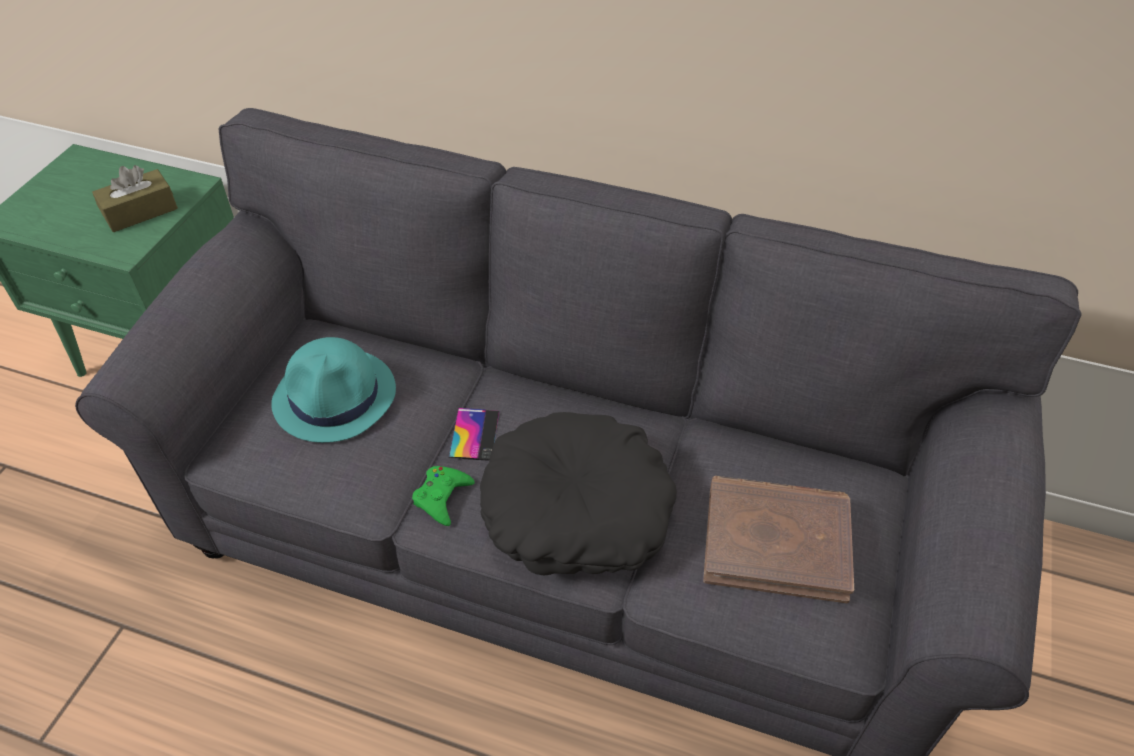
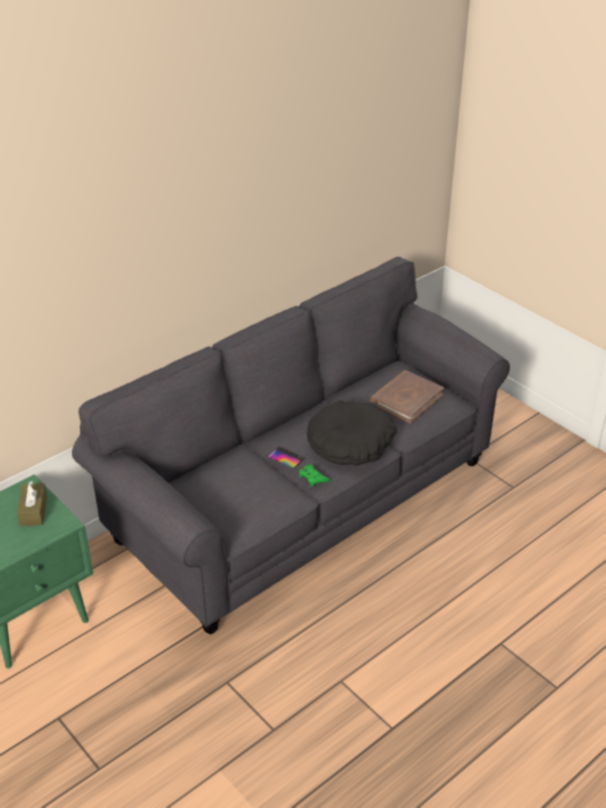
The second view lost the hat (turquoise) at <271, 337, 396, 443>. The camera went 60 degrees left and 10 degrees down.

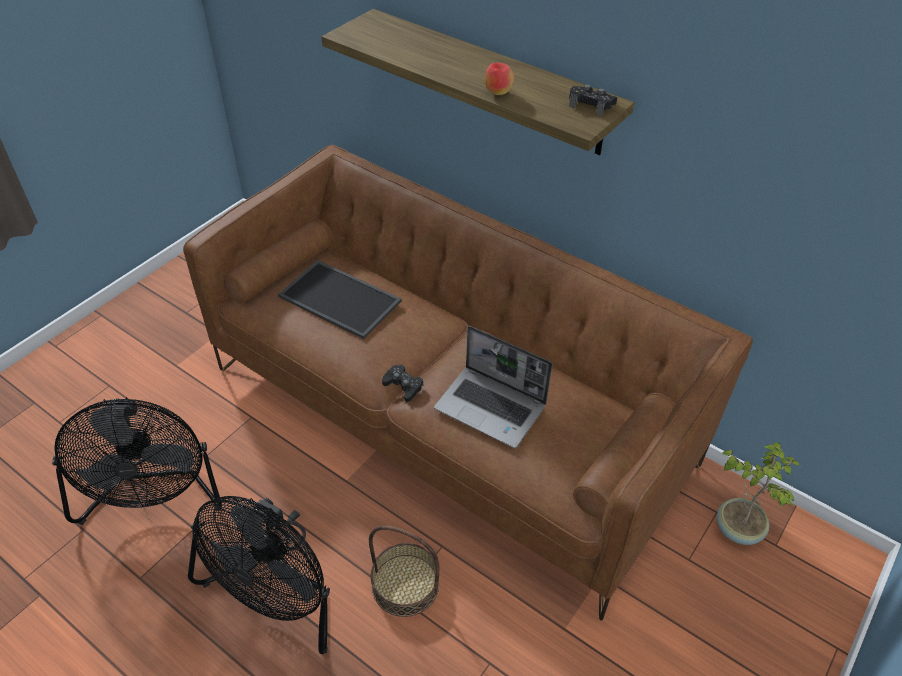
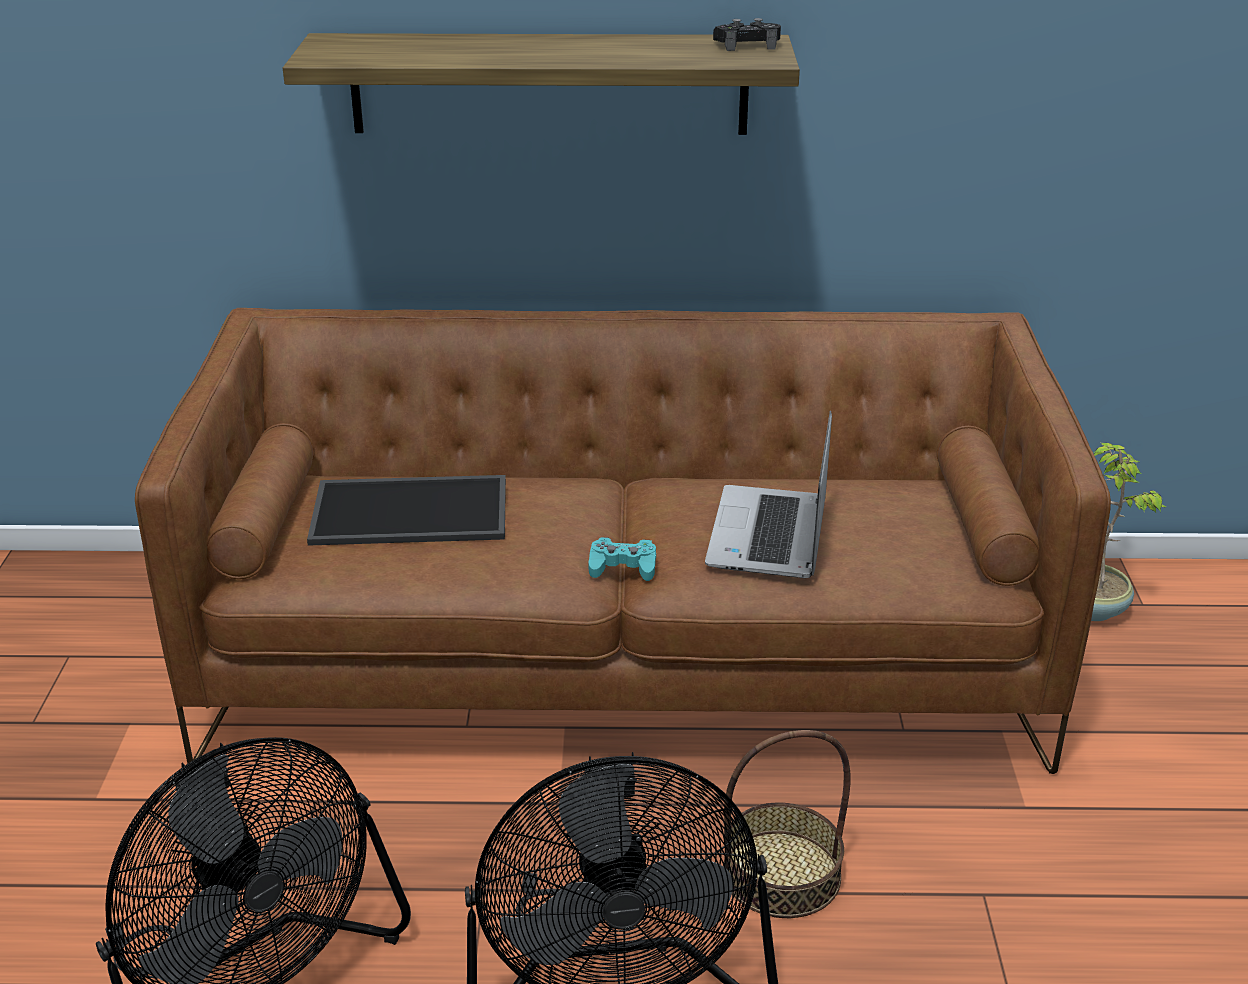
What was the gamepad (blackish) at <382, 364, 423, 402> turned into the gamepad (turquoise) at <589, 537, 656, 581>. The notebook computer at <434, 326, 552, 448> ended up facing another way, 105 degrees clockwise from before. The second view lost the apple at <485, 63, 514, 95>. The camera went 35 degrees left and 15 degrees down.

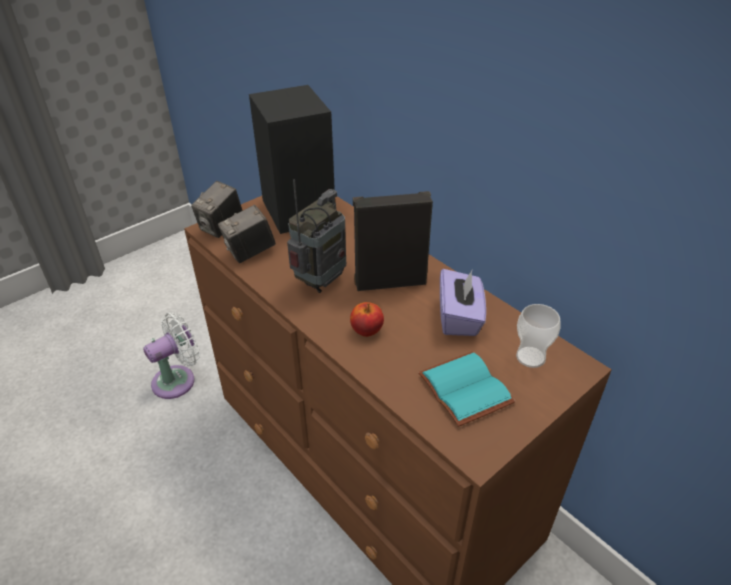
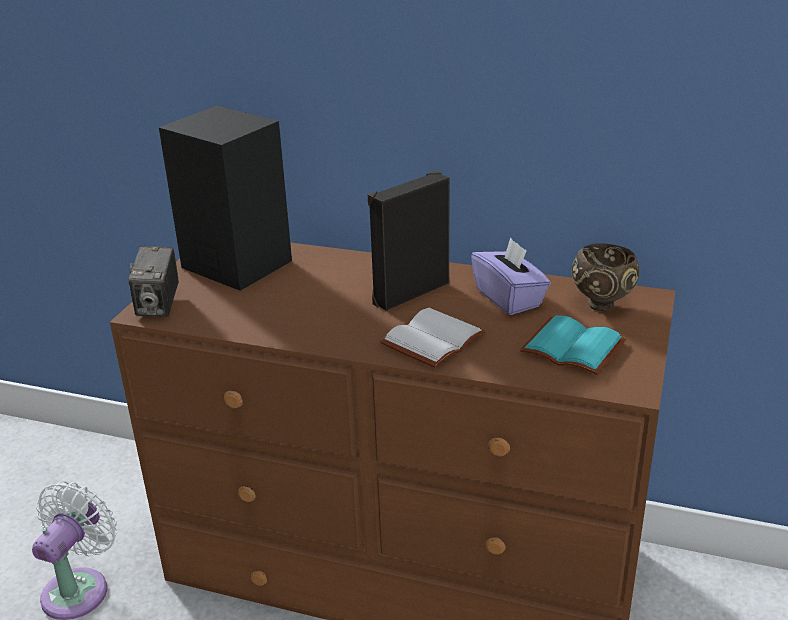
Where the apple stood at <350, 302, 384, 337>, the bound book (white-coloured) came to stand at <380, 308, 486, 368>. Where the drinking cup stood at <516, 304, 561, 368>, the bowl (brown-coloured) came to stand at <572, 243, 640, 311>. The second view lost the still camera at <218, 205, 276, 263>. The second view lost the radio set at <287, 179, 346, 293>. The camera went 30 degrees left and 10 degrees down.

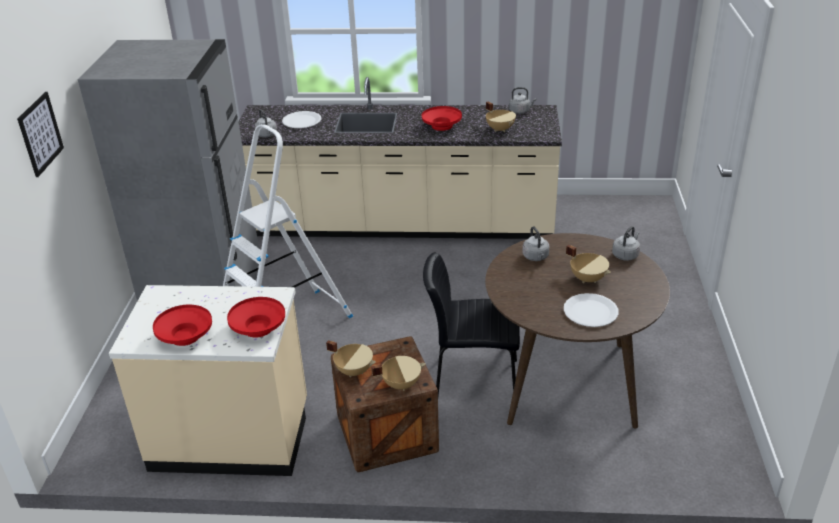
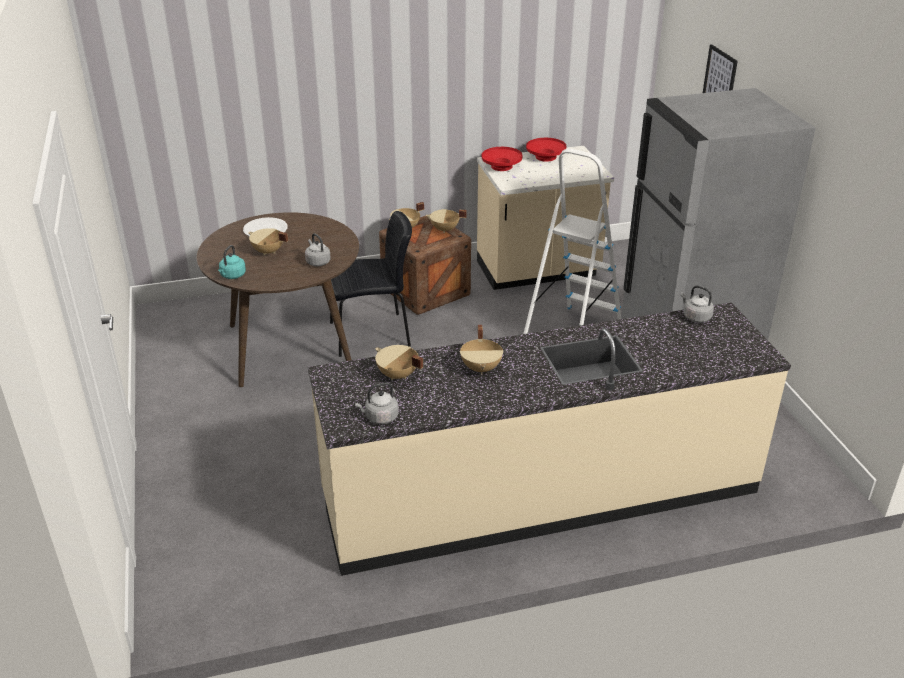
What was the kettle (gray) at <612, 226, 640, 261> turned into the kettle (turquoise) at <218, 245, 246, 279>. Where the bowl (reddish) stood at <422, 106, 462, 131>, the saucepot (beige) came to stand at <460, 325, 503, 374>. The second view lost the flat dish (white-coloured) at <282, 111, 321, 128>. The camera went 160 degrees right and 0 degrees up.

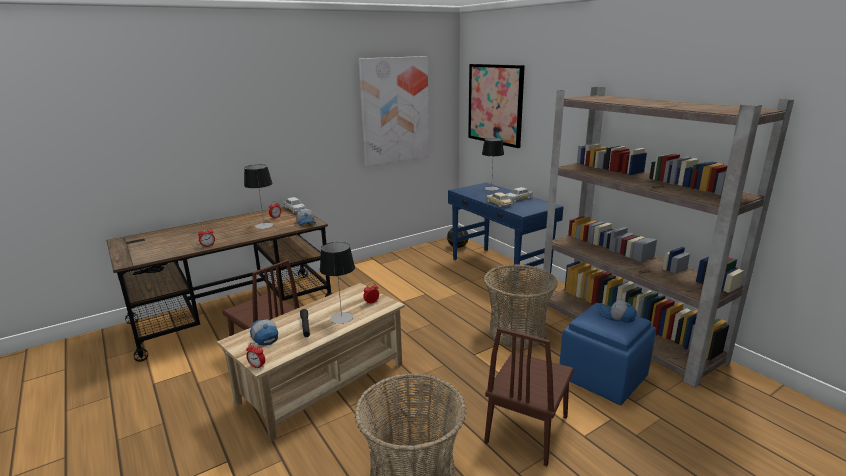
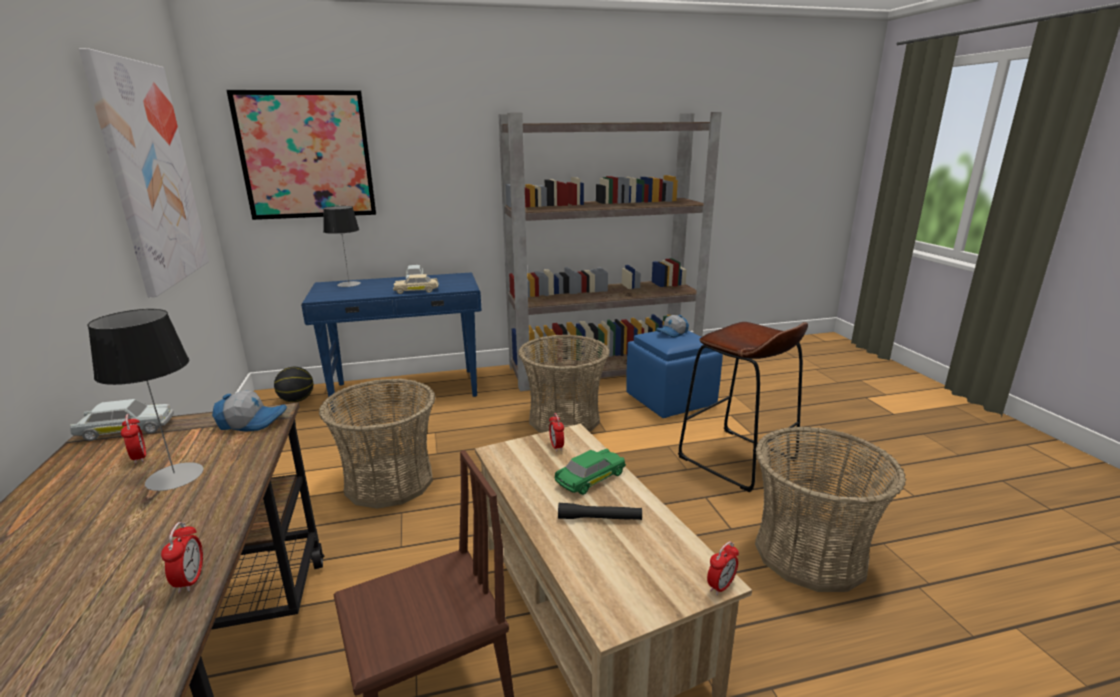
The second view gained the basket at <319, 378, 435, 509>. Where the table lamp stood at <320, 242, 355, 324>, the miniature car (green-coloured) came to stand at <555, 449, 626, 495>. Where the chair (brown-coloured) stood at <484, 327, 574, 466>, the stool seat (brown-coloured) came to stand at <678, 322, 808, 493>. The second view lost the baseball cap at <250, 320, 278, 345>. The camera went 70 degrees left and 0 degrees up.

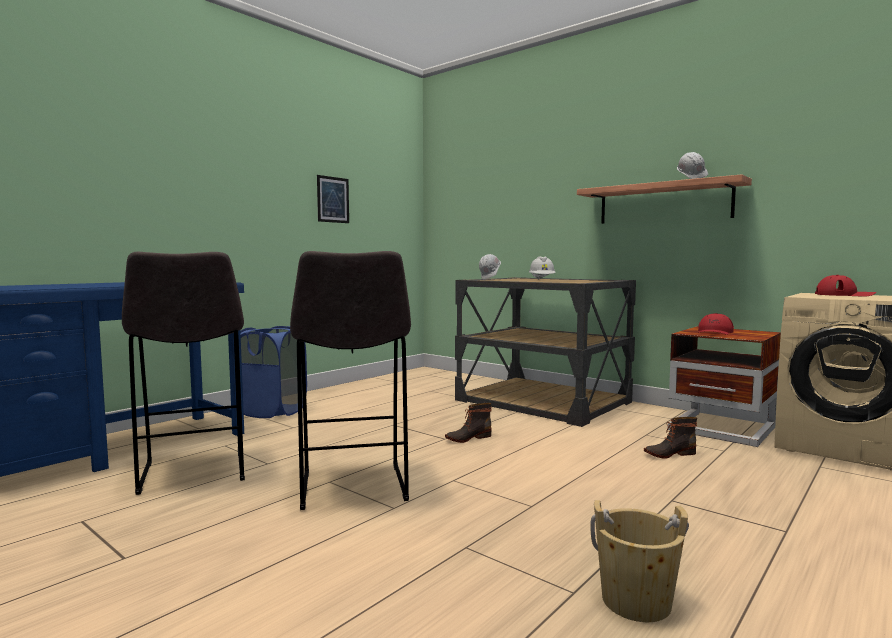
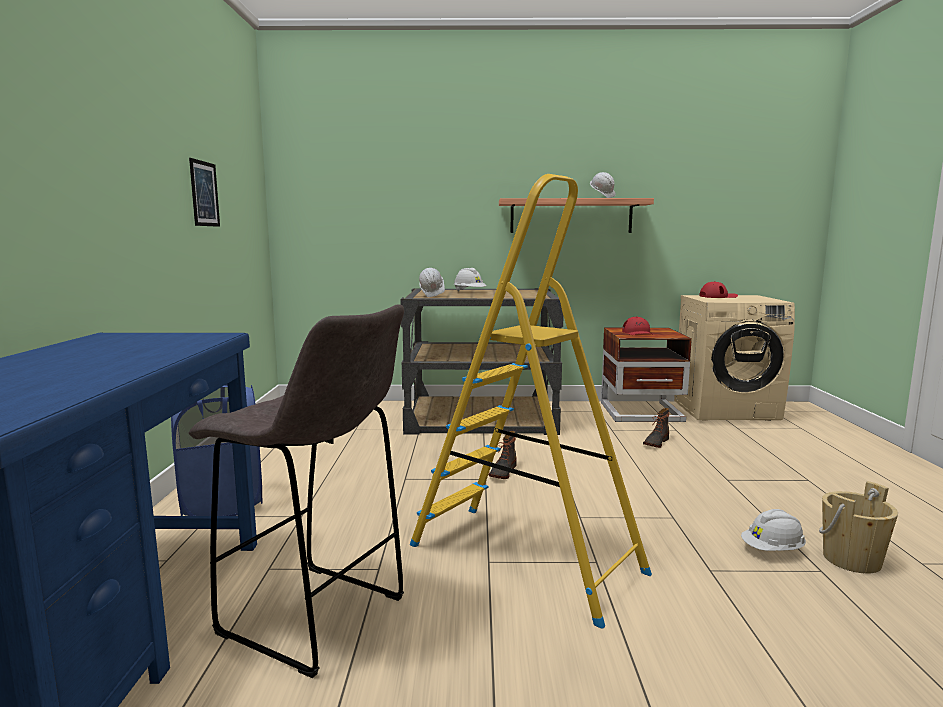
Where the stool seat (gray) stood at <290, 251, 411, 510>, the step ladder (yellowish) came to stand at <410, 174, 652, 629>. The second view gained the work helmet (white-coloured) at <741, 509, 806, 551>. The camera went 40 degrees left and 5 degrees up.

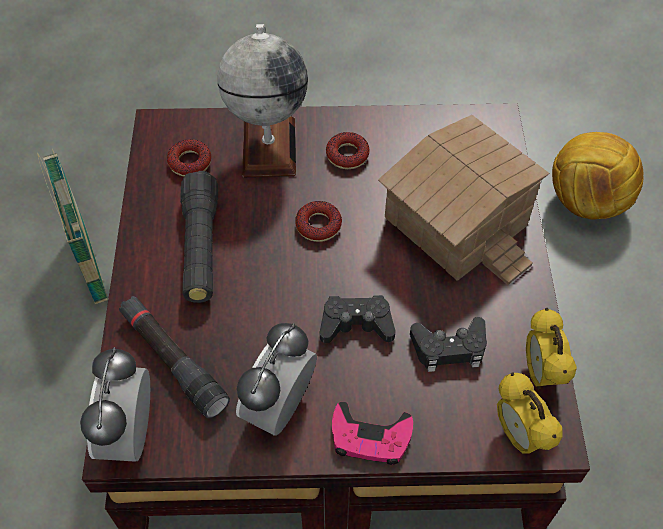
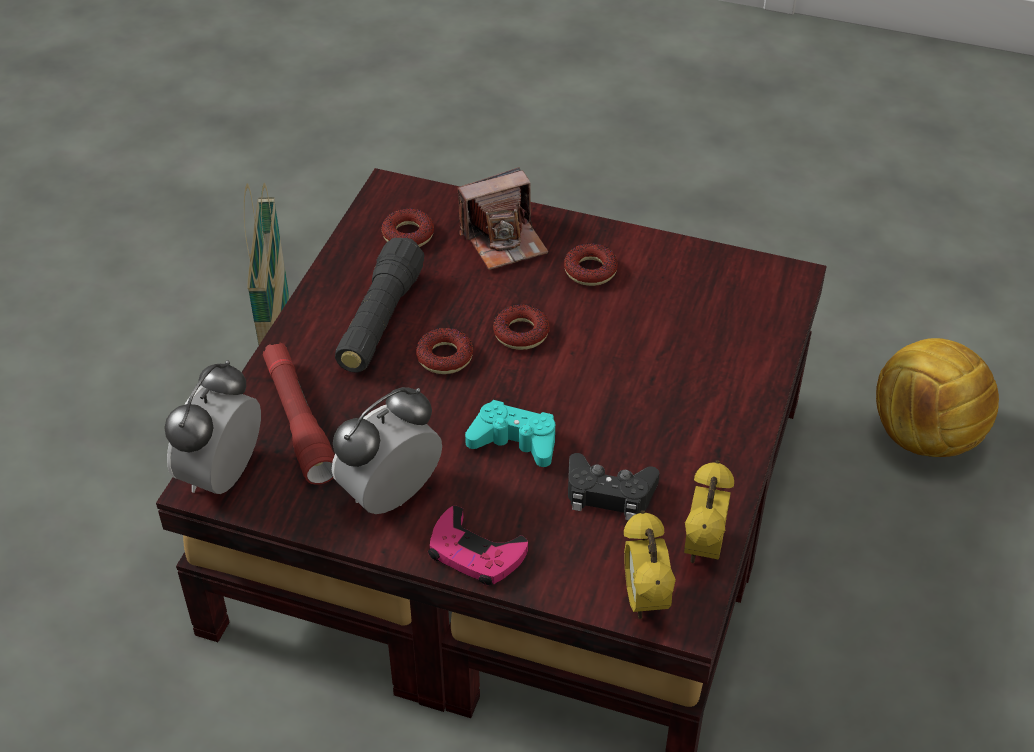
What was the torch (blackish) at <119, 296, 230, 419> turned into the torch (reddish) at <263, 343, 335, 485>. The second view gained the ring doughnut at <416, 328, 473, 374>. Where the desk globe stood at <218, 24, 308, 177>, the still camera came to stand at <458, 167, 549, 270>. What was the gamepad (blackish) at <320, 295, 396, 343> turned into the gamepad (turquoise) at <465, 400, 555, 467>. The second view lost the model house at <378, 115, 549, 285>. The camera went 20 degrees right and 10 degrees down.

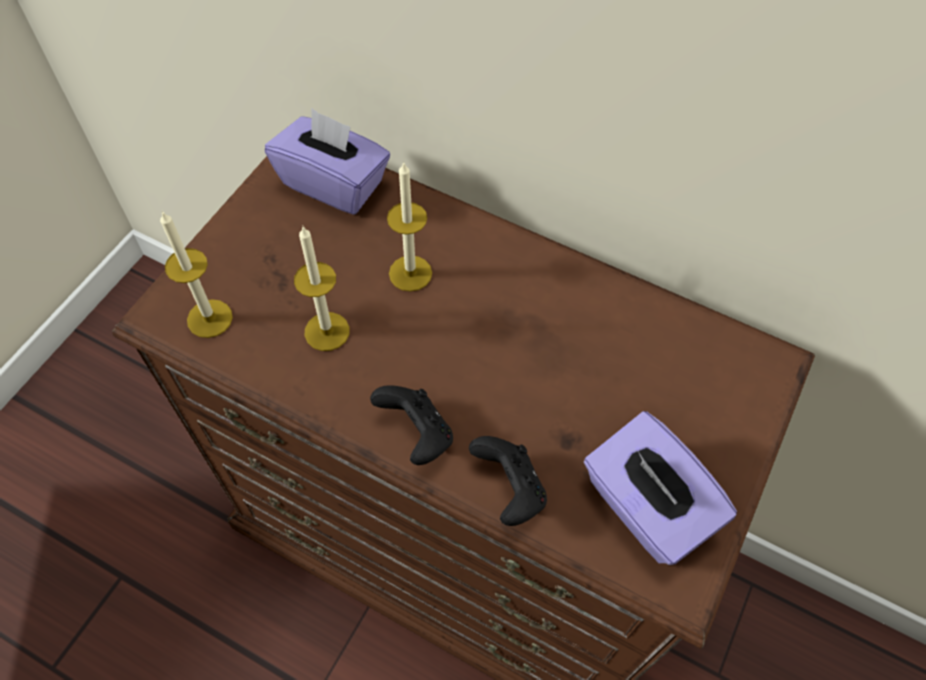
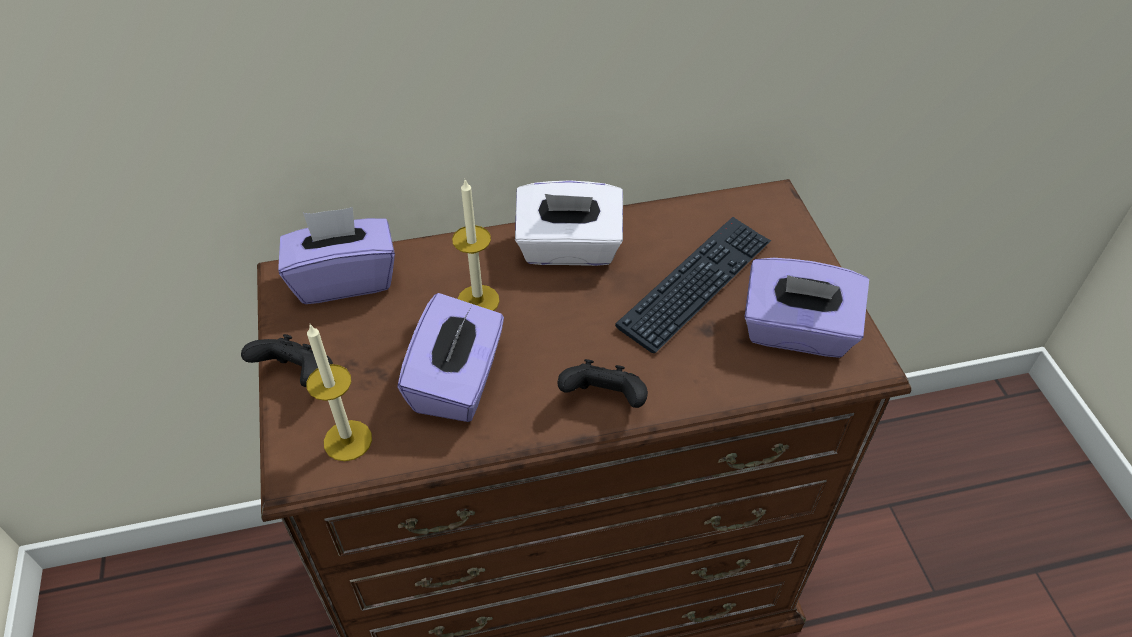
The gamepad (blackish) ended up elsewhere, having gone from <469, 436, 547, 526> to <241, 334, 333, 387>. Where the wax light stood at <294, 227, 350, 351>, the box of tissues (purple) came to stand at <397, 293, 504, 422>. The second view gained the box of tissues (white-coloured) at <515, 180, 623, 266>. The second view gained the computer keyboard at <615, 217, 771, 353>. The camera went 40 degrees left and 10 degrees down.

